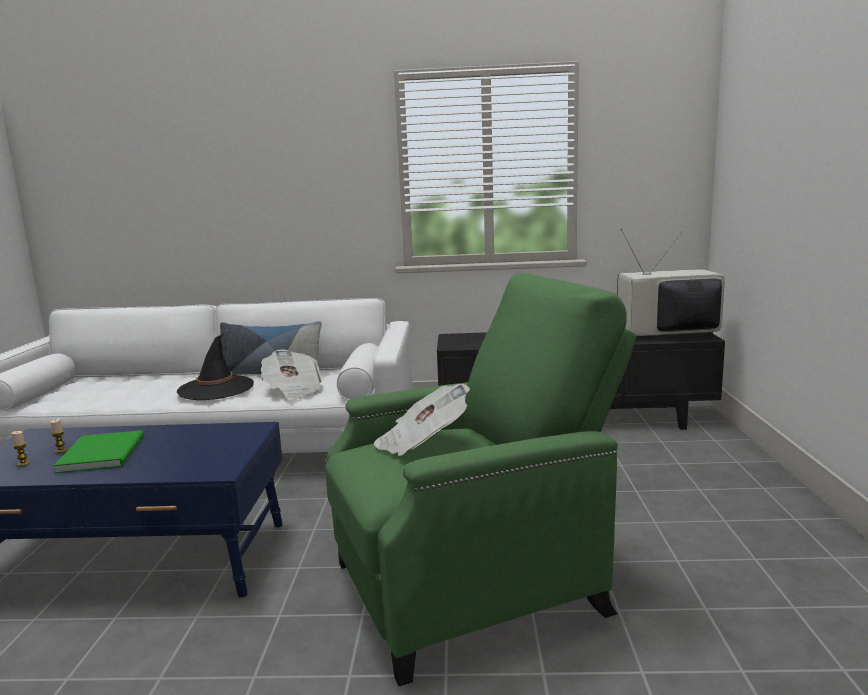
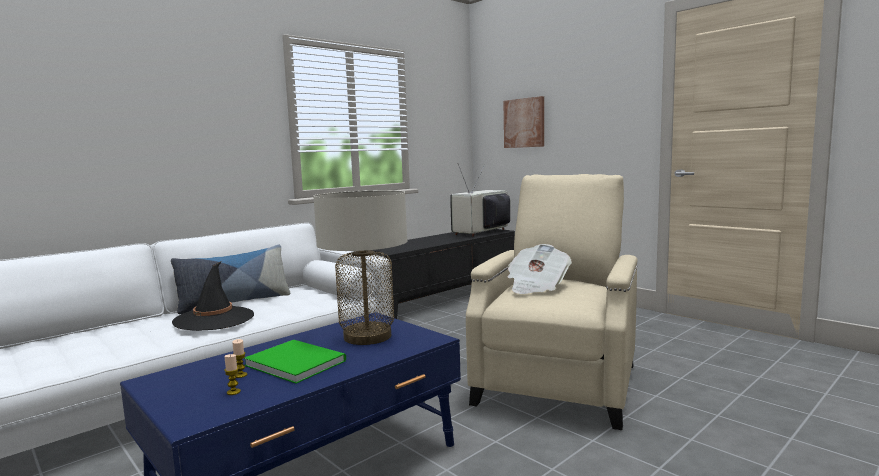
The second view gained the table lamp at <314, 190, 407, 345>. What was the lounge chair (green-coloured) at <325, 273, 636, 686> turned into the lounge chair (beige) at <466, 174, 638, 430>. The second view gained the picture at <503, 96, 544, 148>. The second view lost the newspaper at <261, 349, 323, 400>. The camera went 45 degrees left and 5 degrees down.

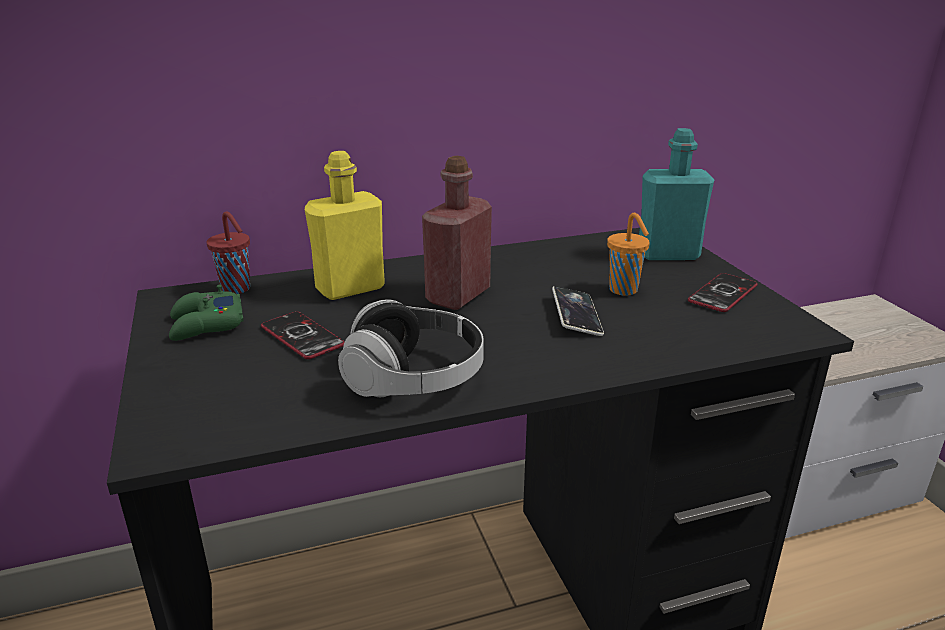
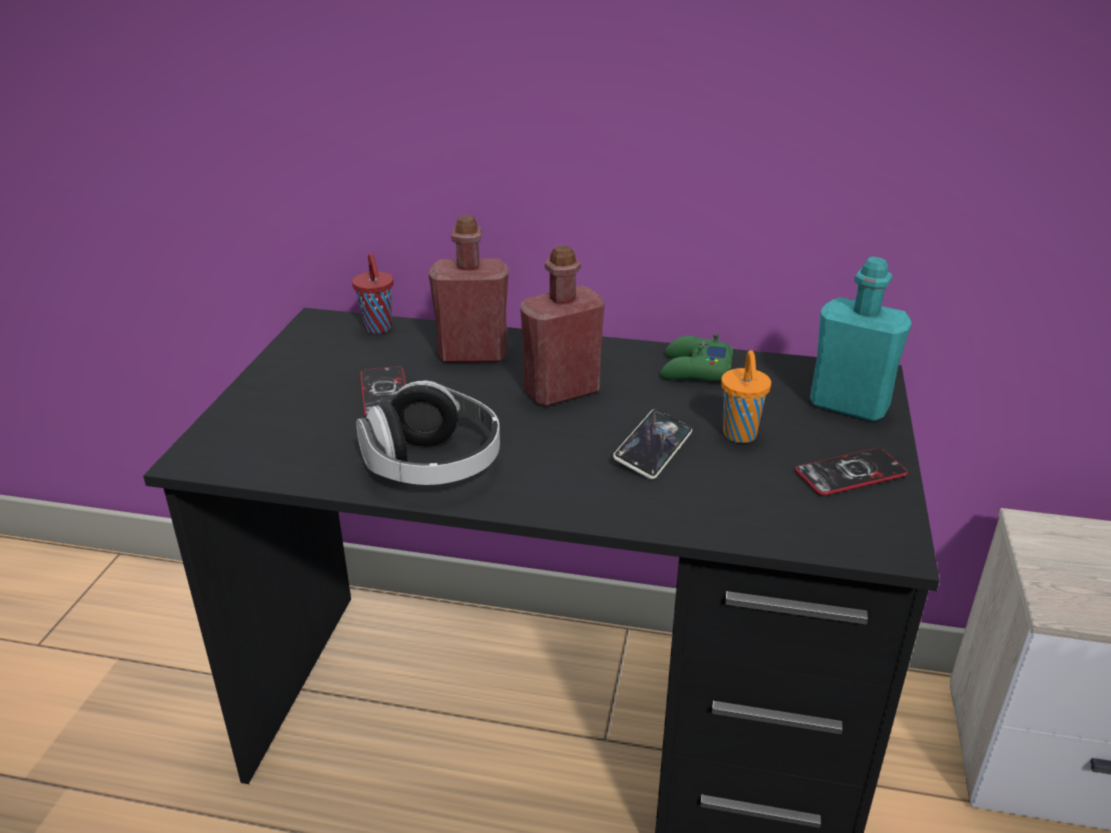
What was the bottle (yellowish) at <305, 151, 385, 300> turned into the bottle (reddish) at <428, 215, 509, 363>. The gamepad (green-coloured) ended up elsewhere, having gone from <169, 284, 243, 341> to <660, 334, 733, 381>. The camera went 30 degrees right and 5 degrees up.

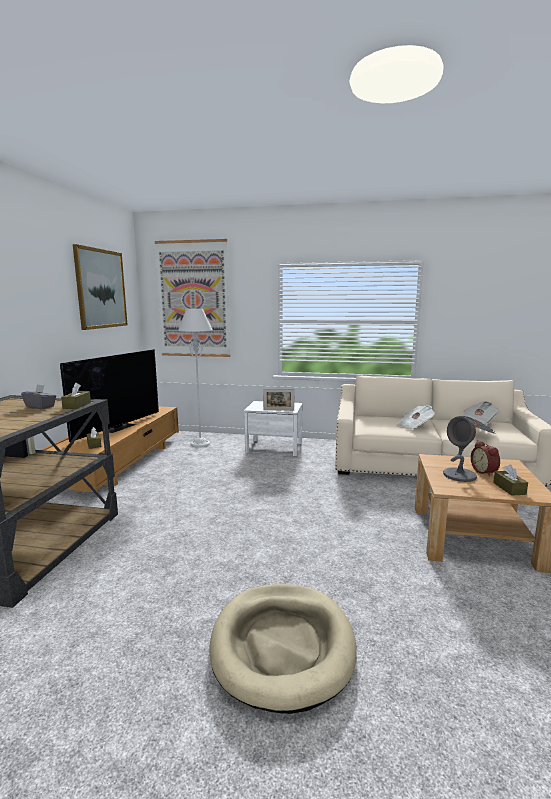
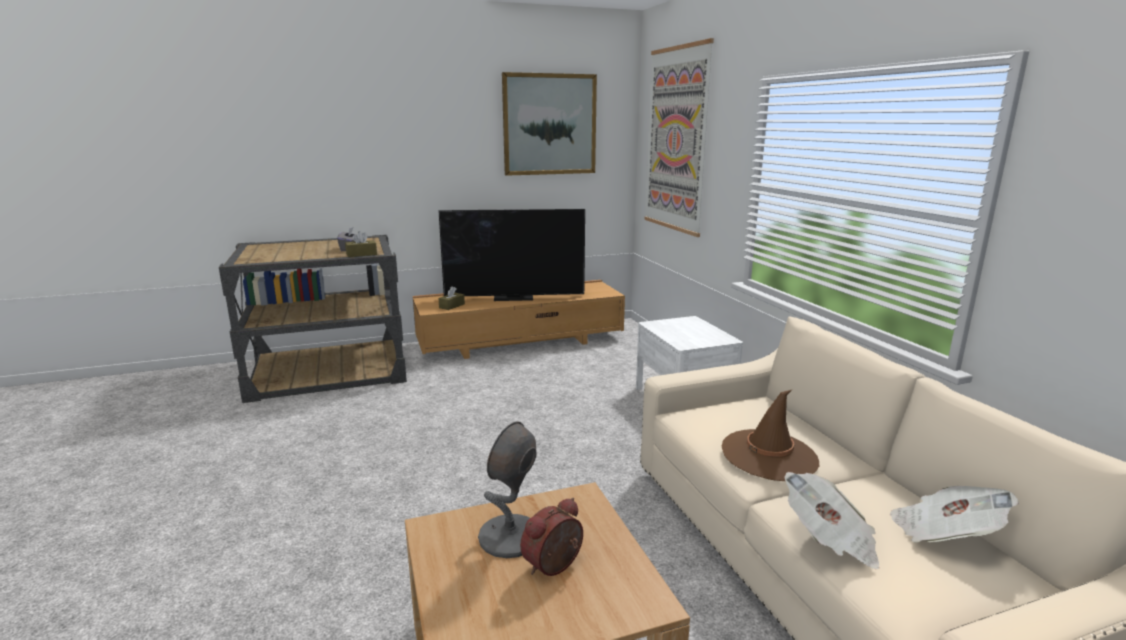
Where the newspaper stood at <396, 405, 435, 429>, the hat (brown-coloured) came to stand at <721, 389, 819, 481>. The second view lost the standard lamp (gray) at <178, 309, 212, 447>. The second view lost the dog cushion (beige) at <209, 584, 357, 714>. The second view lost the picture frame at <263, 389, 294, 411>. The second view lost the box of tissues (brown-coloured) at <493, 465, 528, 496>. The camera went 60 degrees right and 5 degrees up.

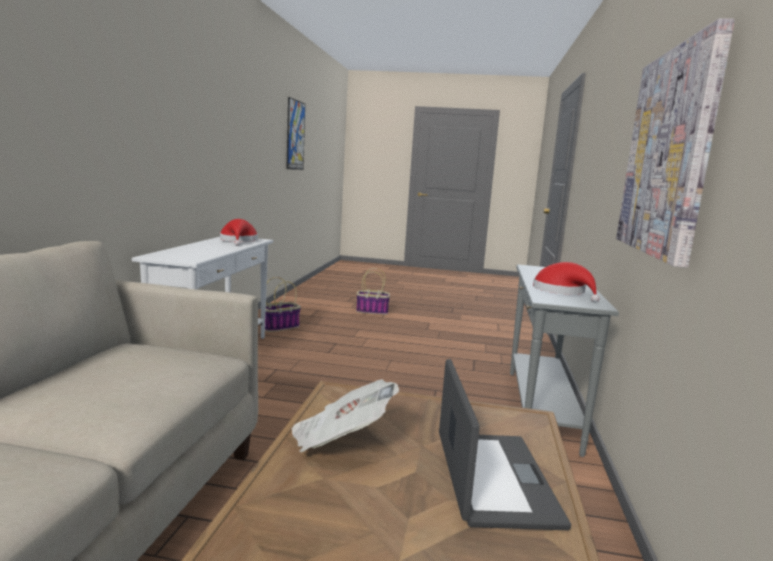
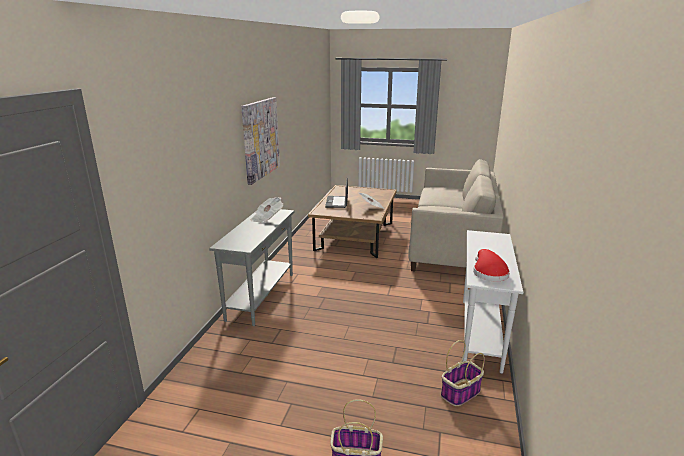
Where the hat (reddish) stood at <533, 262, 600, 302>, the newspaper came to stand at <251, 197, 283, 223>. The second view lost the picture at <286, 97, 305, 170>. The camera went 175 degrees left and 10 degrees up.

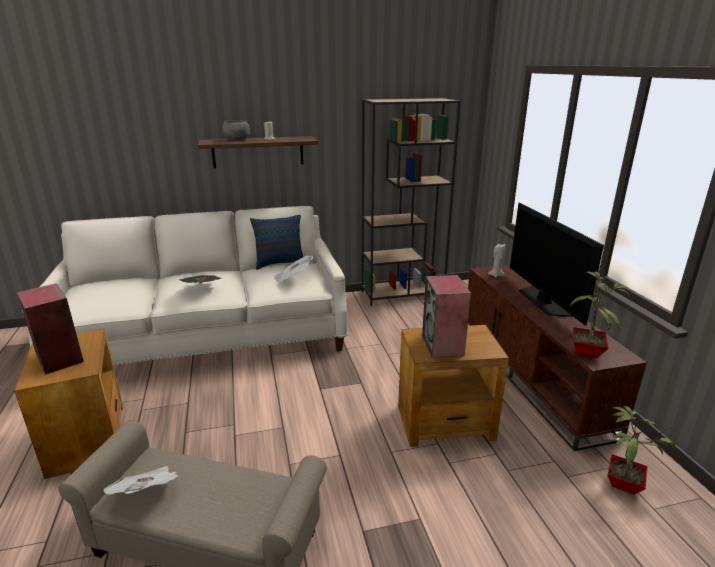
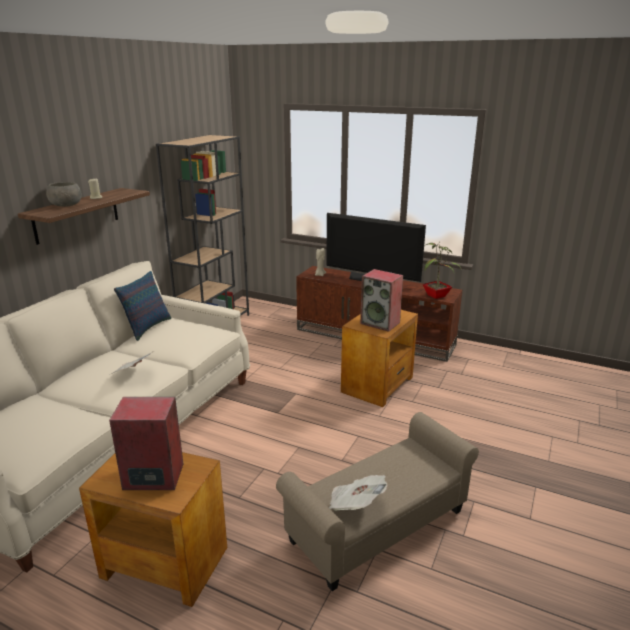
The second view lost the newspaper at <274, 255, 313, 283>. The second view lost the plant in a pot at <608, 406, 675, 494>. The camera went 50 degrees left and 0 degrees up.

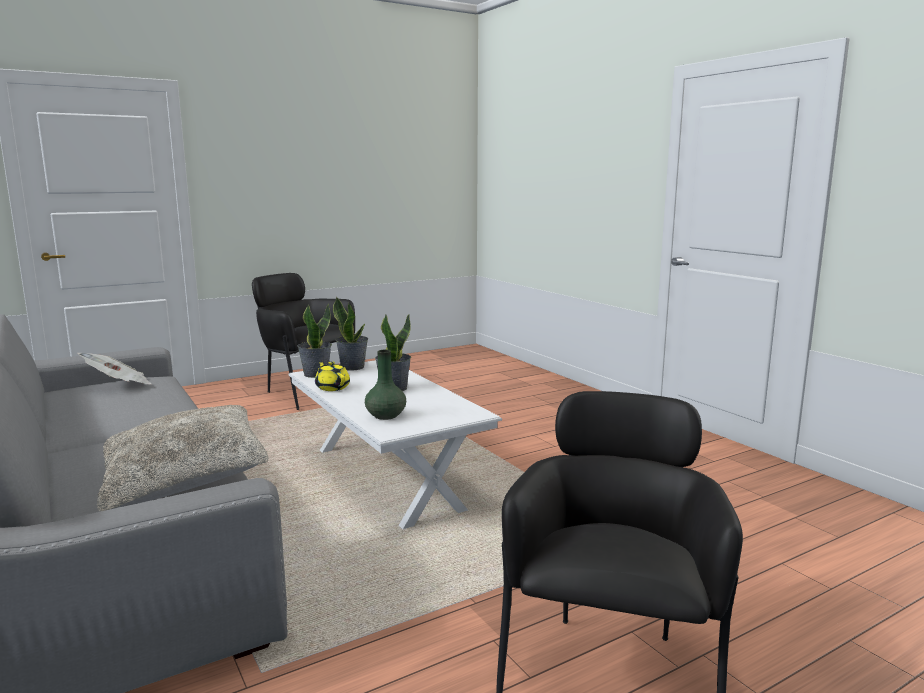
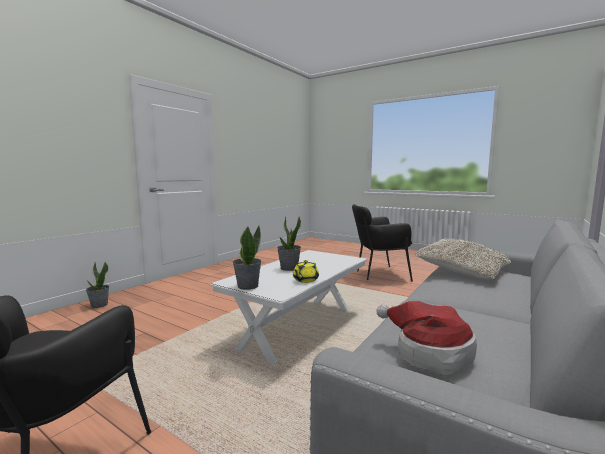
The plant in a pot ended up elsewhere, having gone from <297, 304, 332, 378> to <86, 262, 109, 308>. Where the newspaper stood at <77, 353, 151, 384>, the hat came to stand at <376, 301, 477, 375>. The second view lost the vase (green-coloured) at <365, 350, 406, 420>. The camera went 115 degrees left and 5 degrees down.

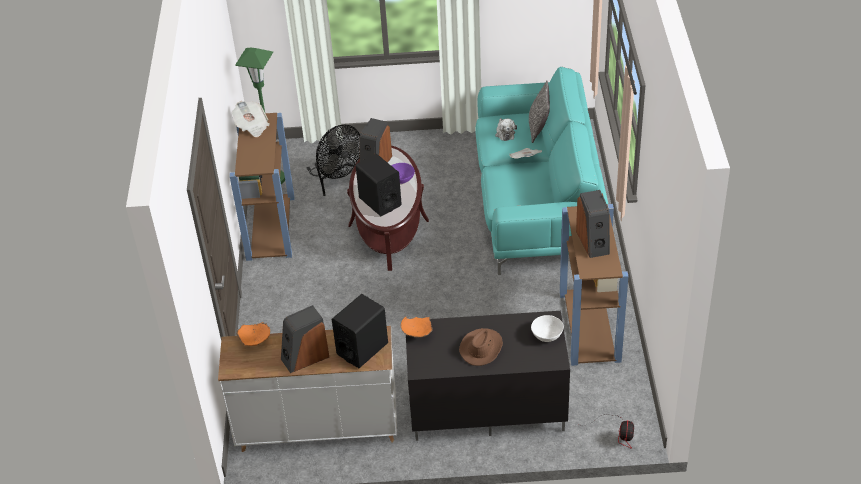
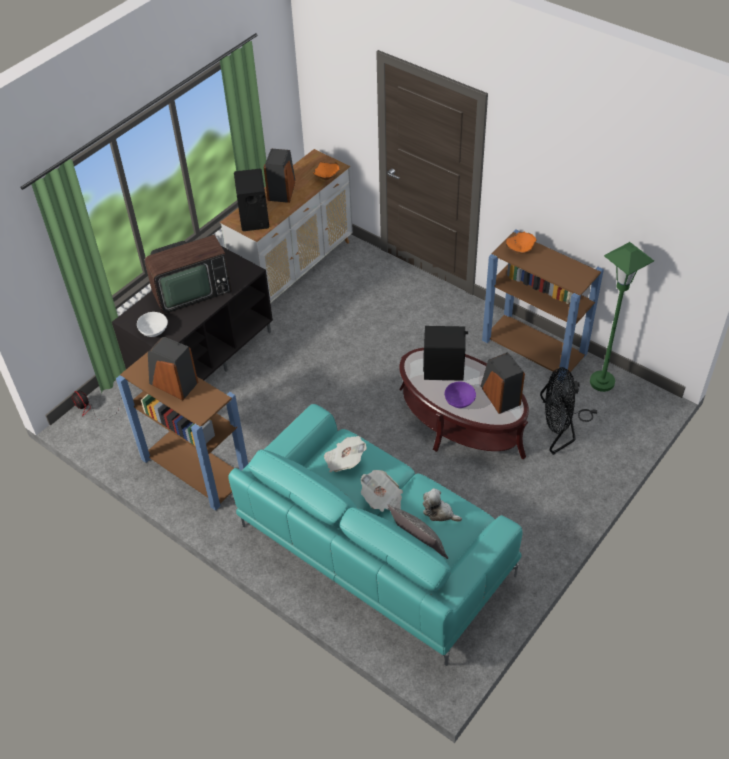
Where the hat (brown-coloured) stood at <459, 328, 503, 366>, the TV came to stand at <144, 234, 232, 313>. The newspaper ended up elsewhere, having gone from <232, 101, 270, 137> to <324, 436, 366, 473>. The bowl (orangey) ended up elsewhere, having gone from <401, 317, 433, 337> to <506, 231, 537, 254>. The camera went 130 degrees right and 5 degrees up.

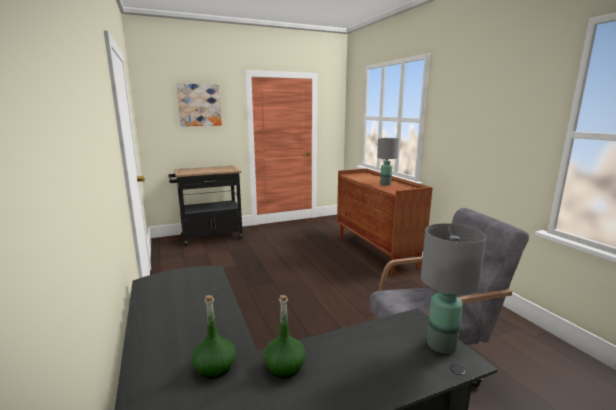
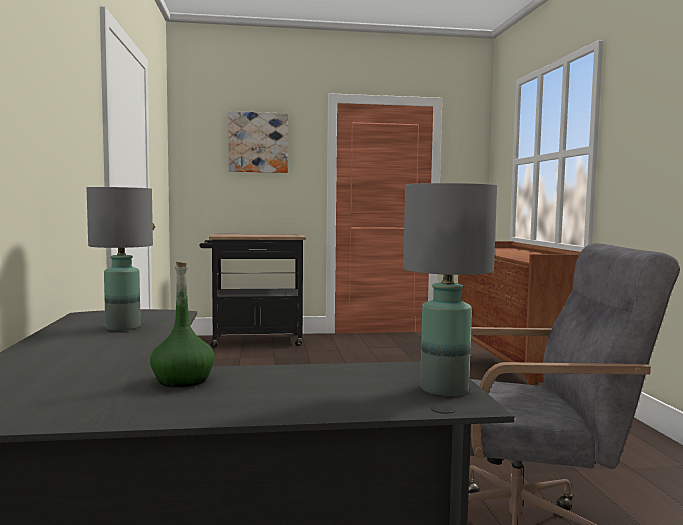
The table lamp (gray) ended up elsewhere, having gone from <377, 138, 399, 186> to <87, 187, 153, 331>. The second view lost the bottle (green-coloured) at <192, 295, 236, 379>. The camera went 15 degrees right and 10 degrees down.

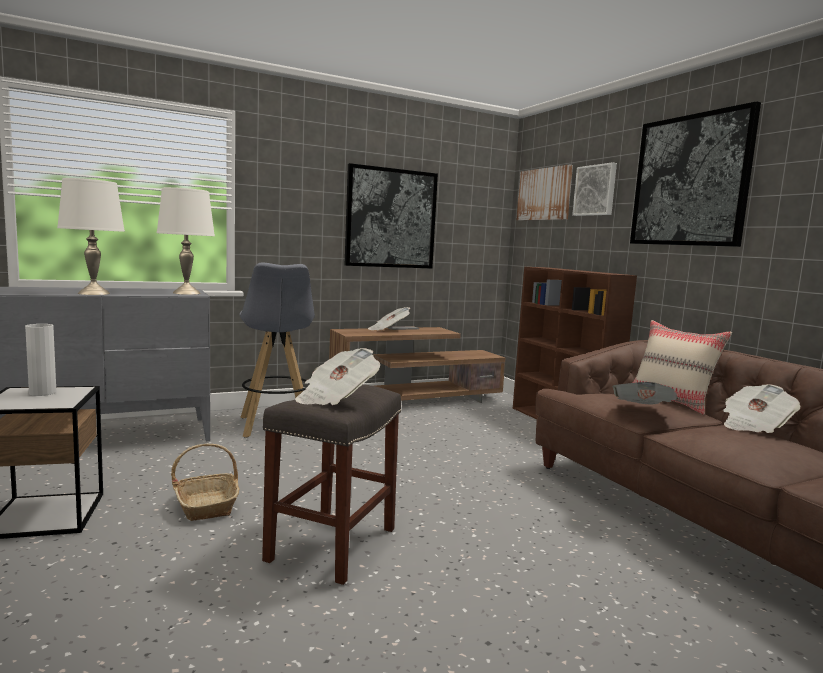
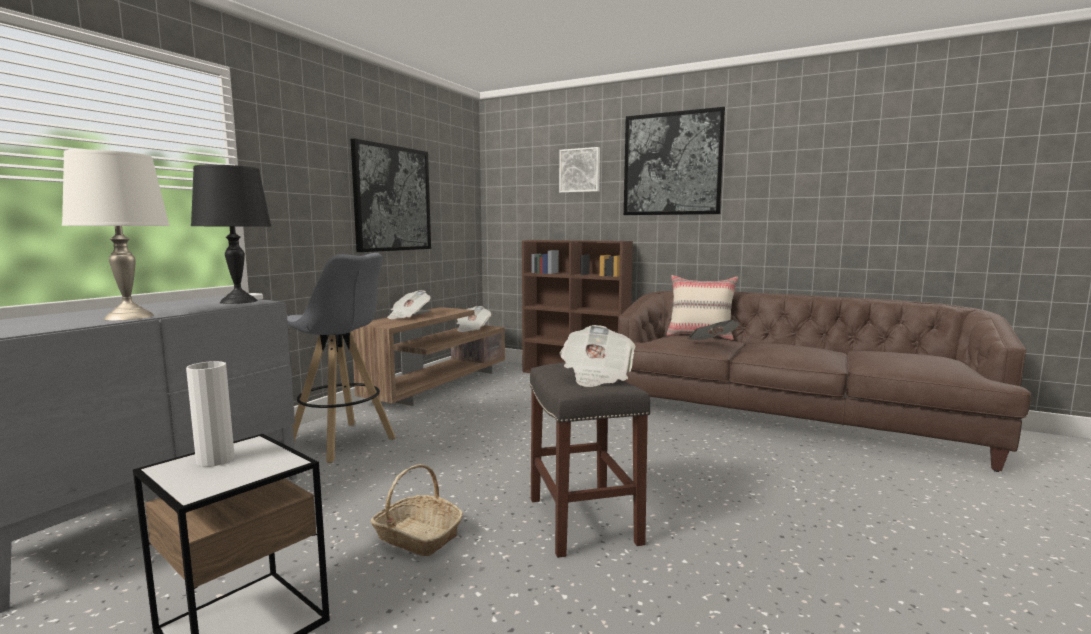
What was the table lamp (white-coloured) at <157, 187, 215, 295> turned into the table lamp (blackish) at <191, 165, 271, 304>. The newspaper ended up elsewhere, having gone from <722, 384, 800, 433> to <456, 306, 491, 332>. The second view lost the picture at <516, 164, 573, 221>. The camera went 35 degrees left and 0 degrees up.

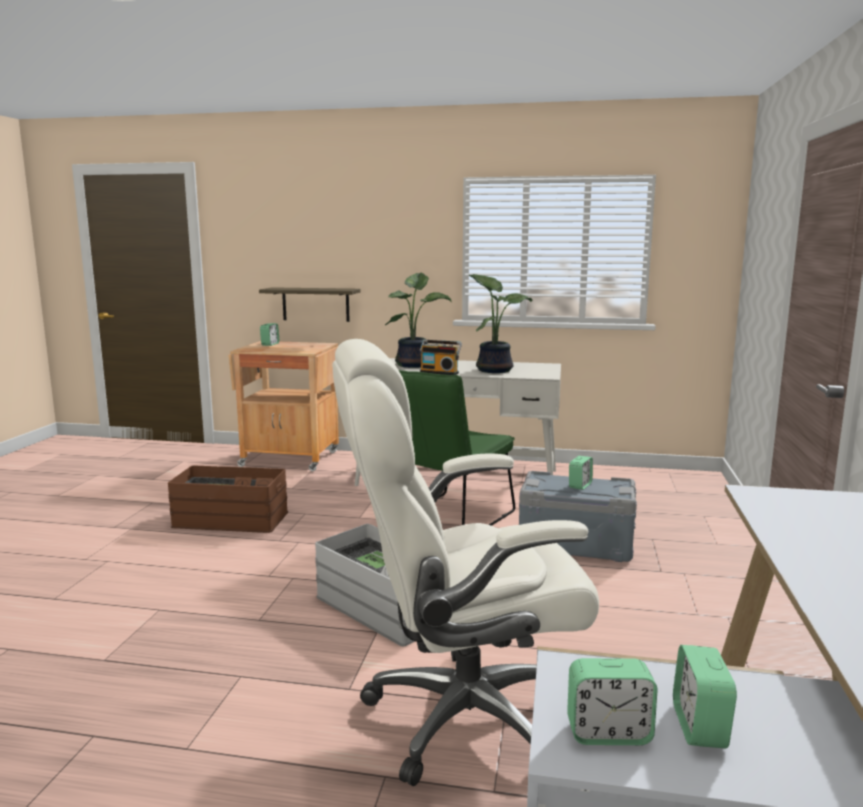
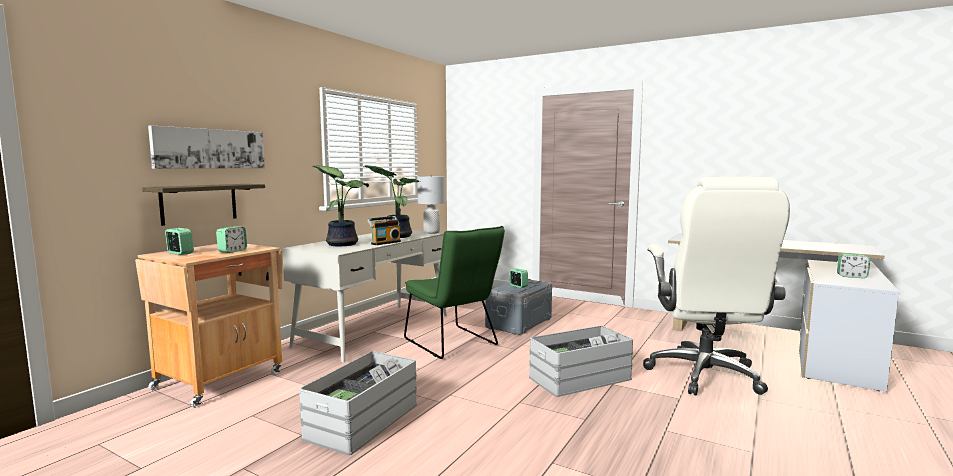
The second view gained the picture at <148, 125, 265, 169>. The alarm clock ended up elsewhere, having gone from <567, 658, 657, 745> to <216, 226, 247, 253>. What was the storage bin (brown-coloured) at <168, 465, 288, 533> turned into the storage bin (gray) at <299, 351, 417, 455>. The second view gained the table lamp (gray) at <417, 175, 445, 234>. The camera went 70 degrees left and 5 degrees down.

